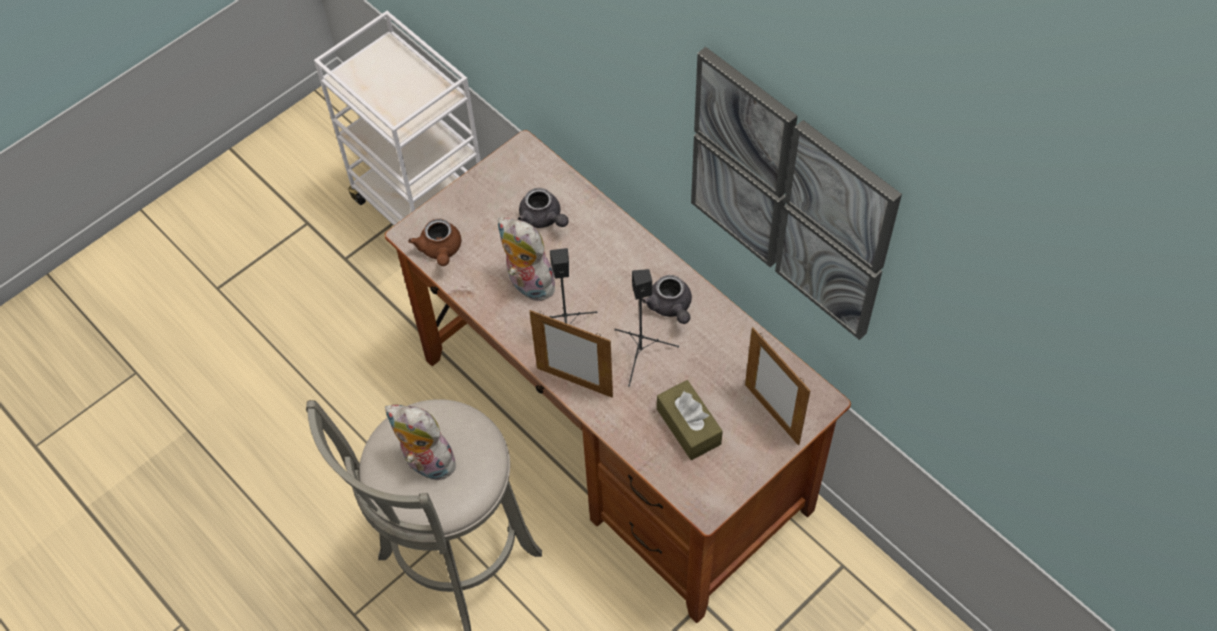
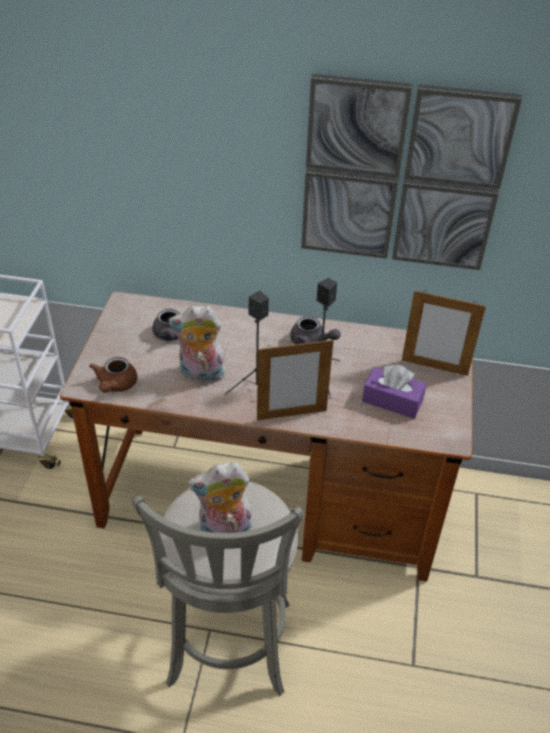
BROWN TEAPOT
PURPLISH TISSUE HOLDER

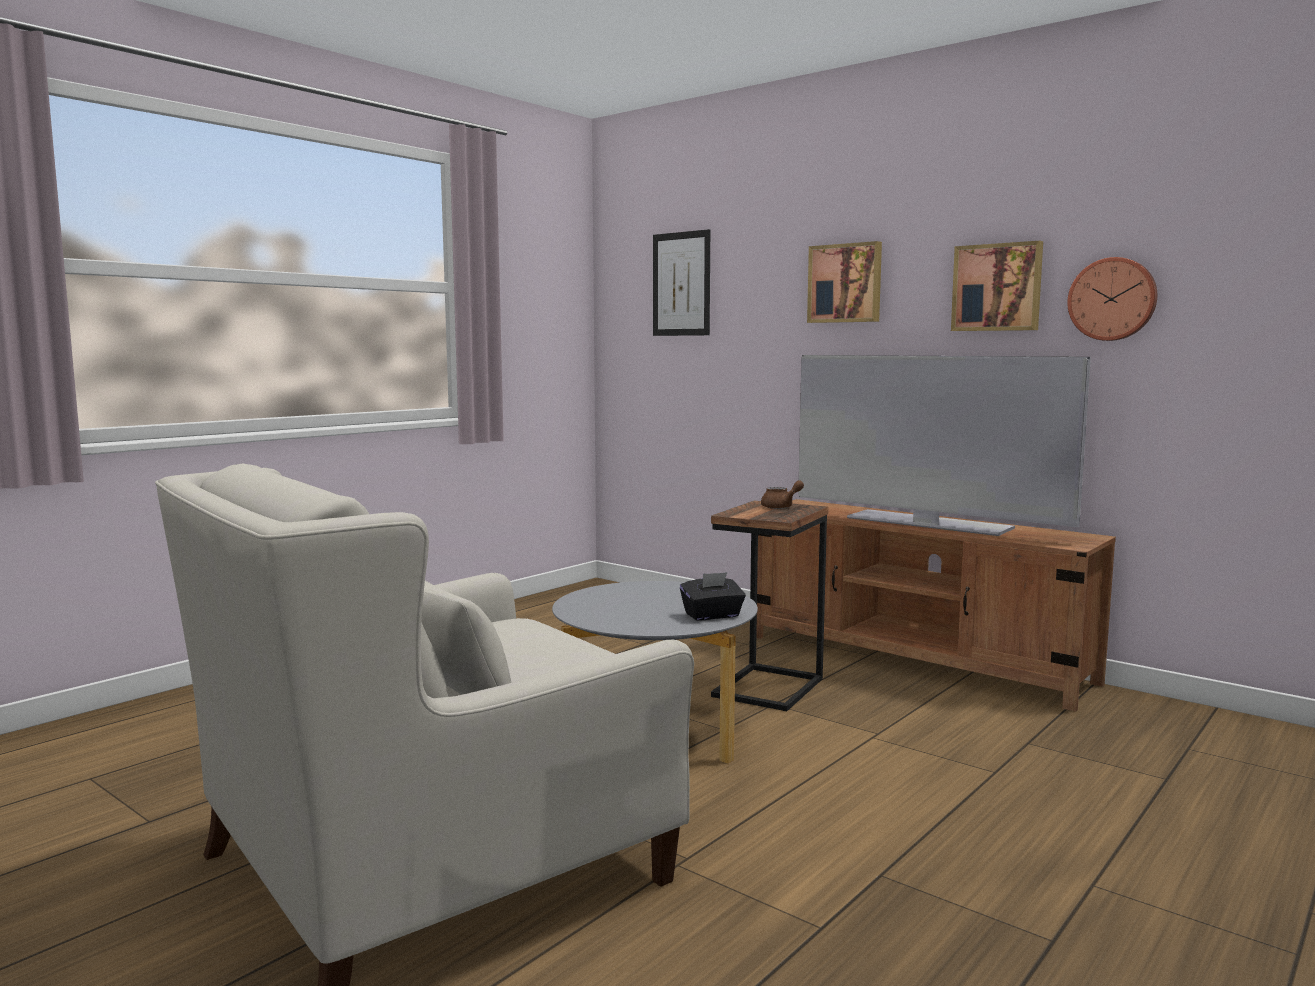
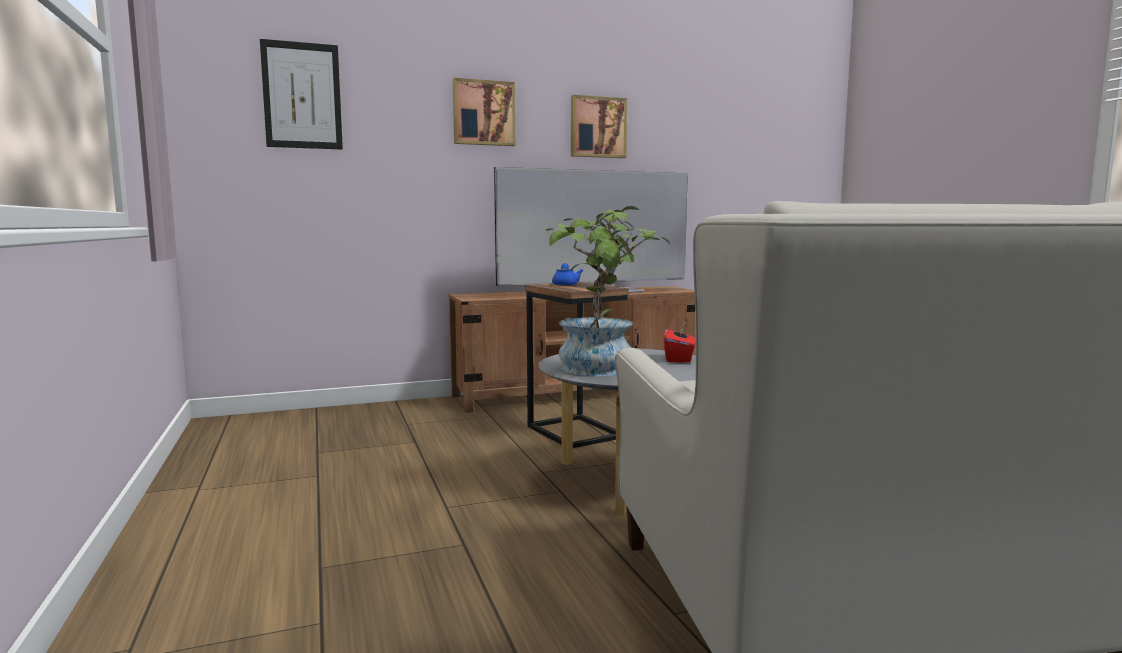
CLOCK ON THE WALL
BLUE TEAPOT
REDDISH TISSUE HOLDER
POTTED PLANT

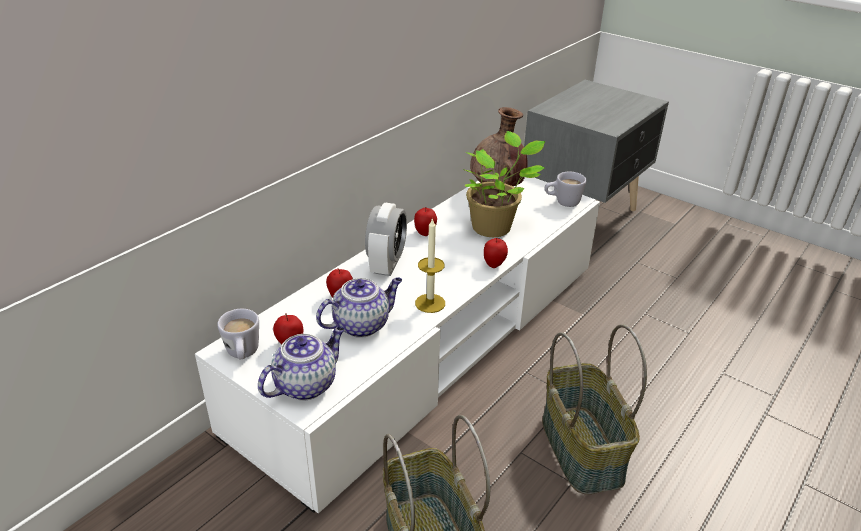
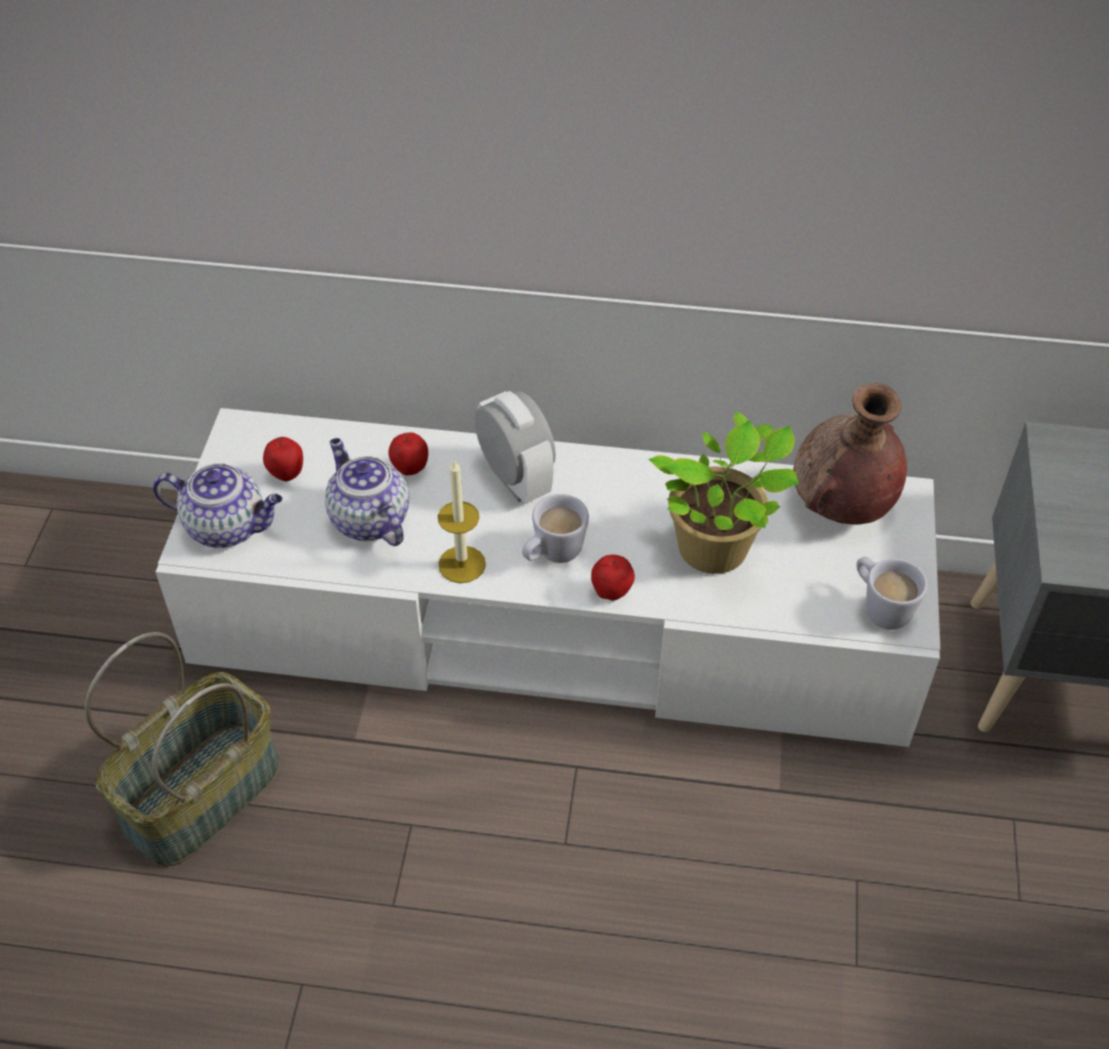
TABLE CLOCK
APPLE FRUIT (no. 3 from left in the first image)
TEAPOT (no. 2 from left)
WHITE-COLOURED TEA MUG (no. 1 from left)
STORAGE BASKET (no. 2 from left in the first image)

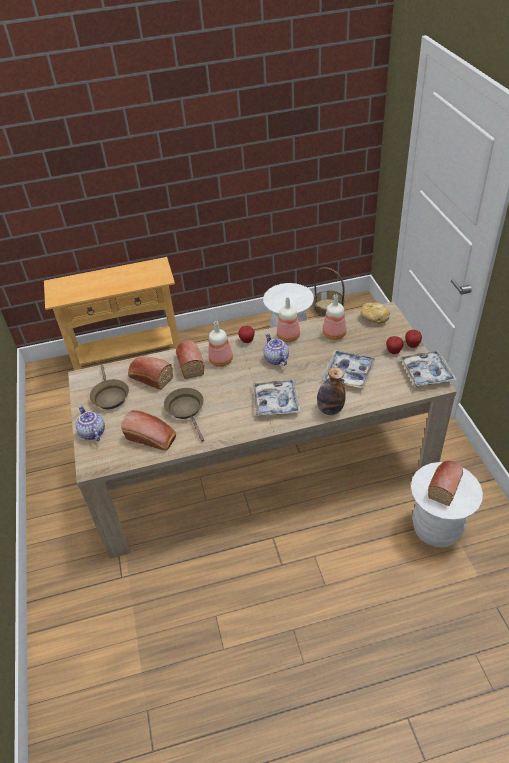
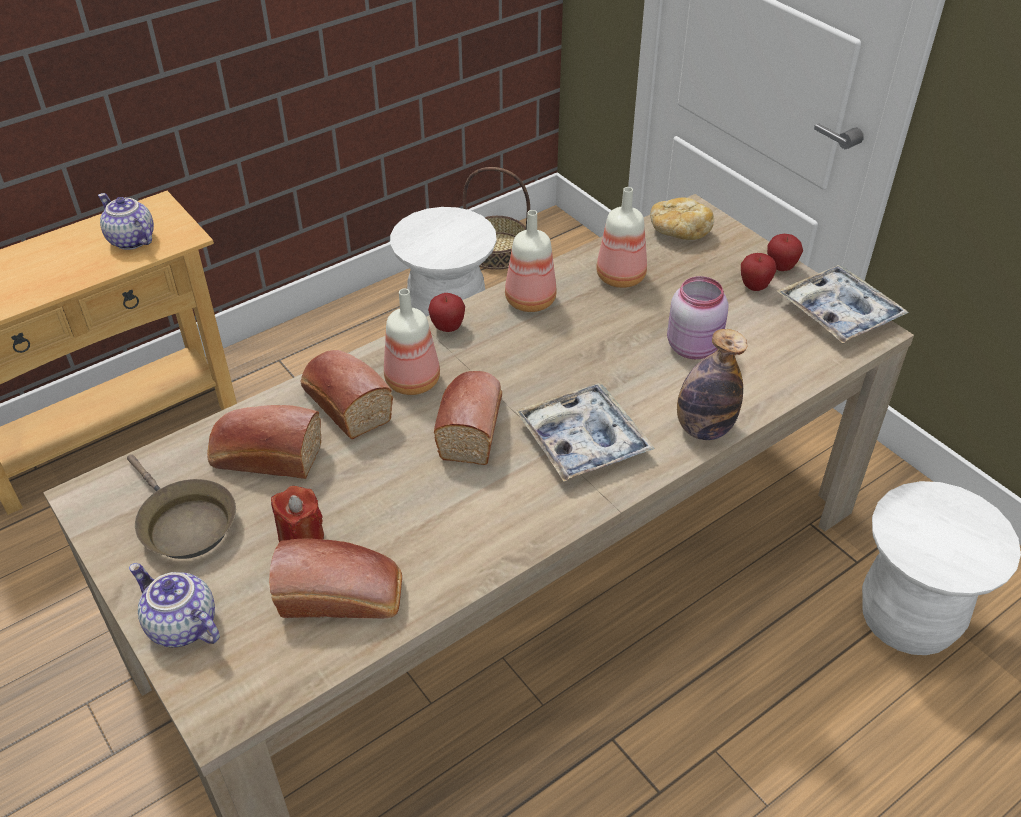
TEAPOT (no. 1 from left)
PINKISH STORAGE JAR
BROWN SKILLET (no. 2 from left in the first image)
BAKERY BREAD (no. 4 from left)
REDDISH WAX LIGHT

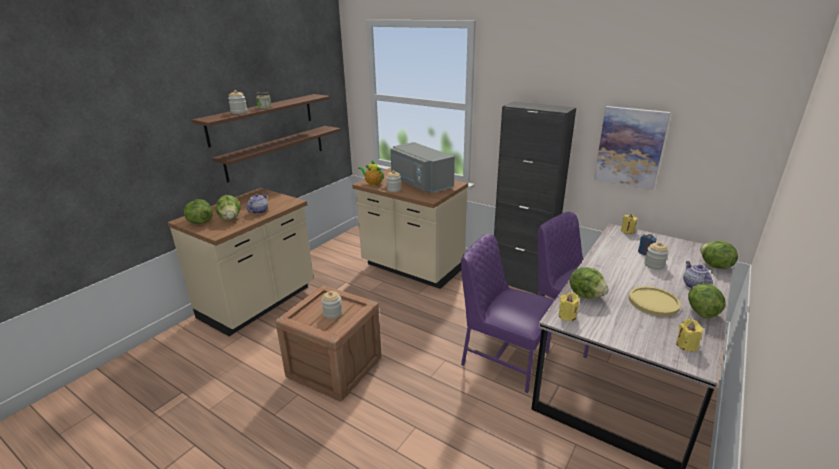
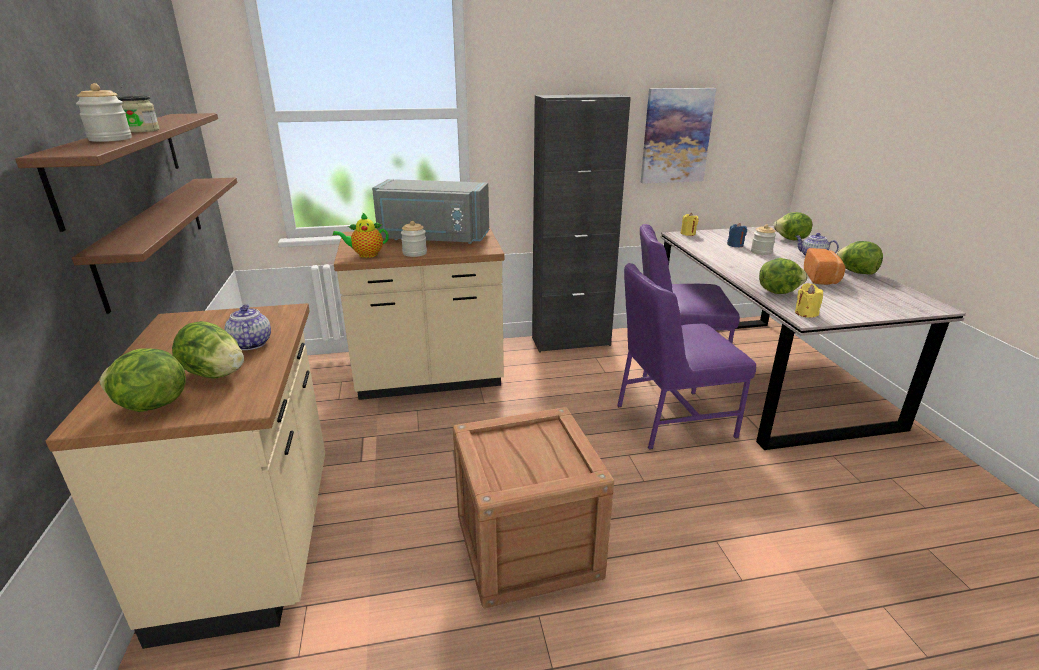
BAKERY BREAD
STORAGE JAR (no. 3 from left in the first image)
YELLOW WAX LIGHT (no. 3 from left in the first image)

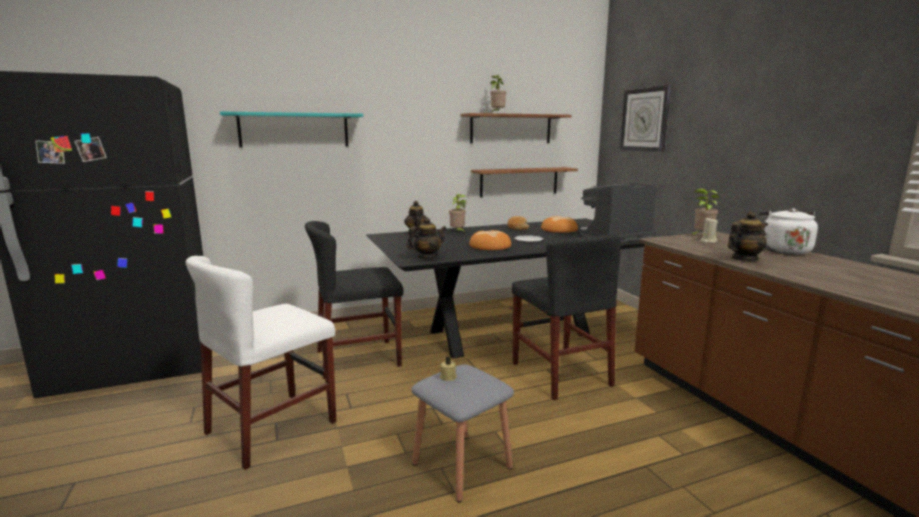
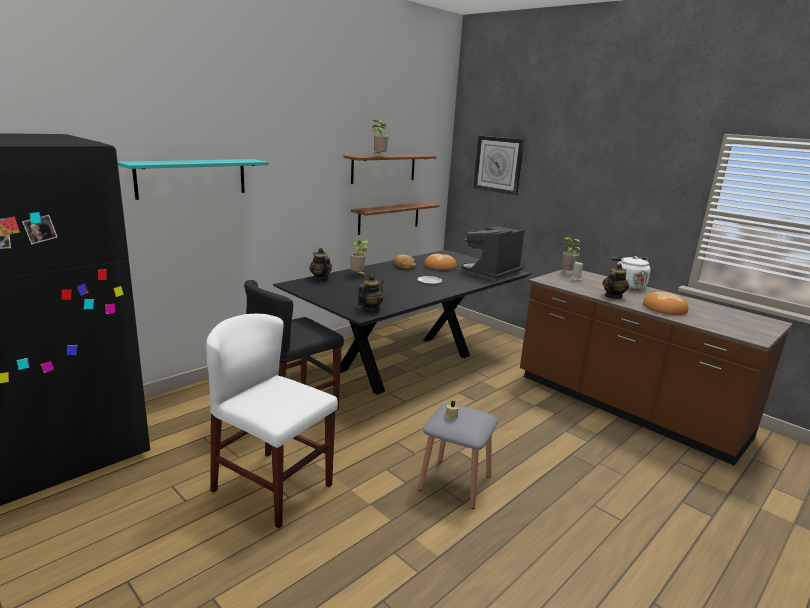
BAKERY BREAD (no. 3 from left)
BLACK PLAIN CHAIR (no. 2 from left in the first image)
WHITE-COLOURED PLAIN CHAIR

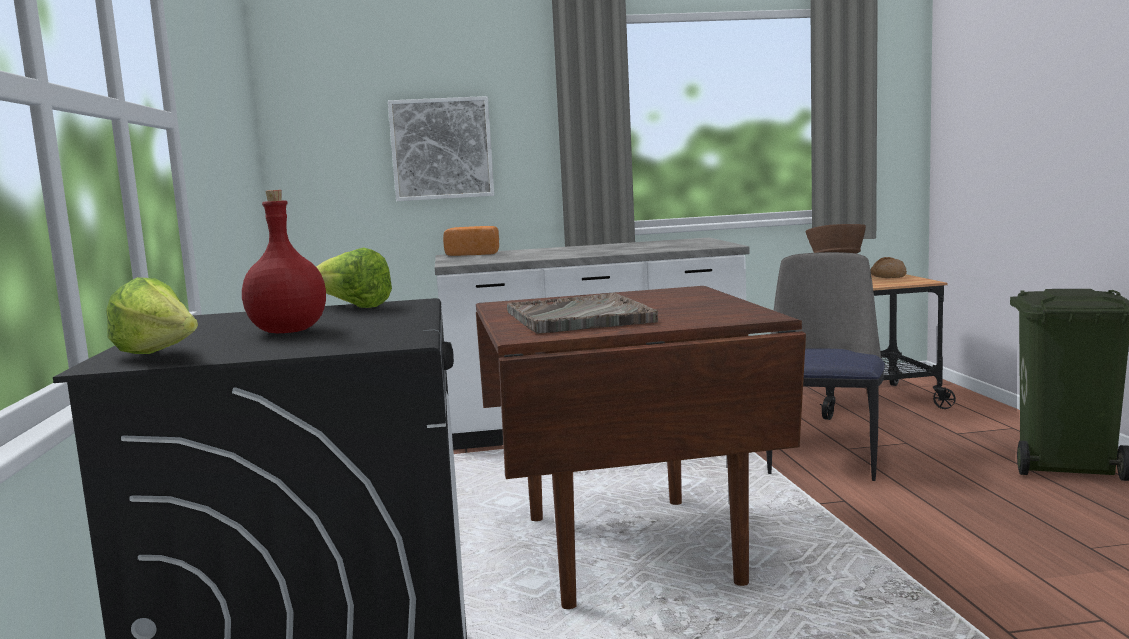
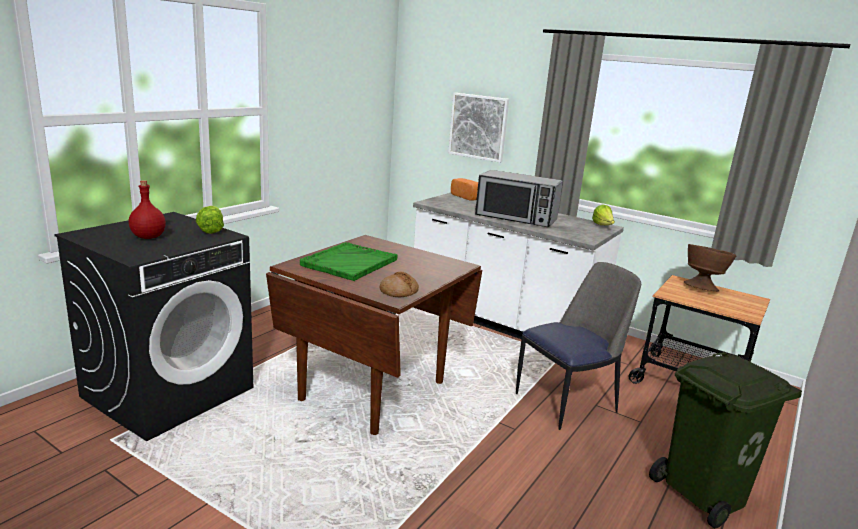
BAKERY BREAD (no. 1 from left)
LETTUCE (no. 2 from left)
GREEN-COLOURED SERVING TRAY
MICROWAVE OVEN

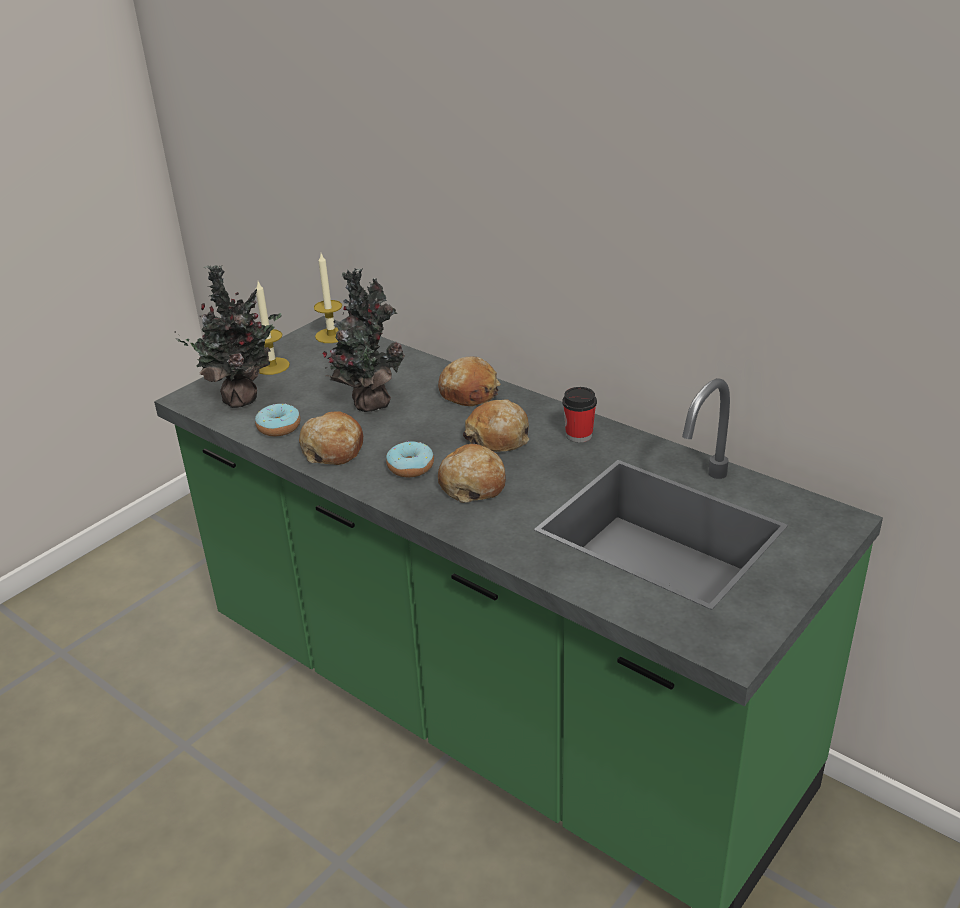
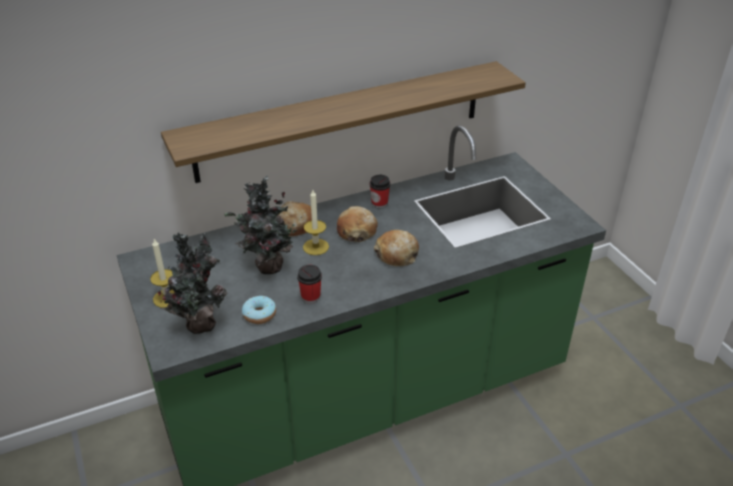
WAX LIGHT (no. 2 from left)
CUP (no. 1 from left)
DOUGHNUT (no. 2 from left in the first image)
SHELF

